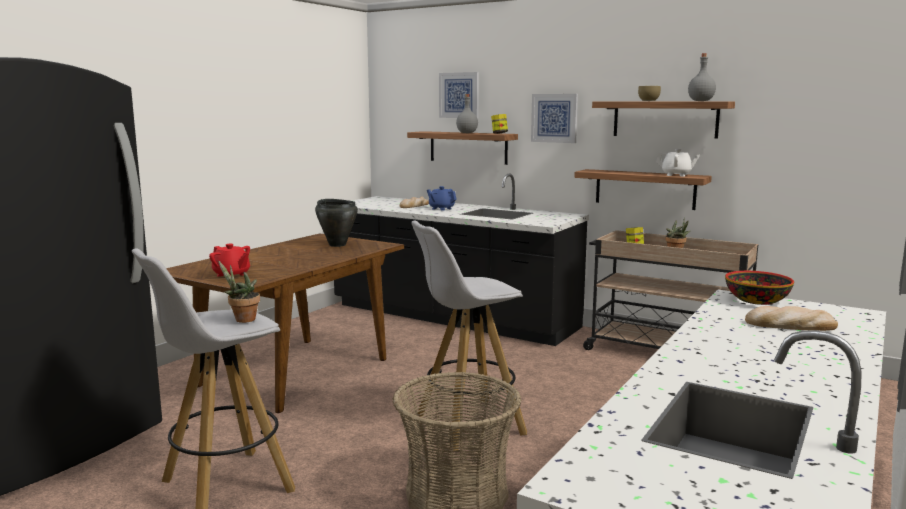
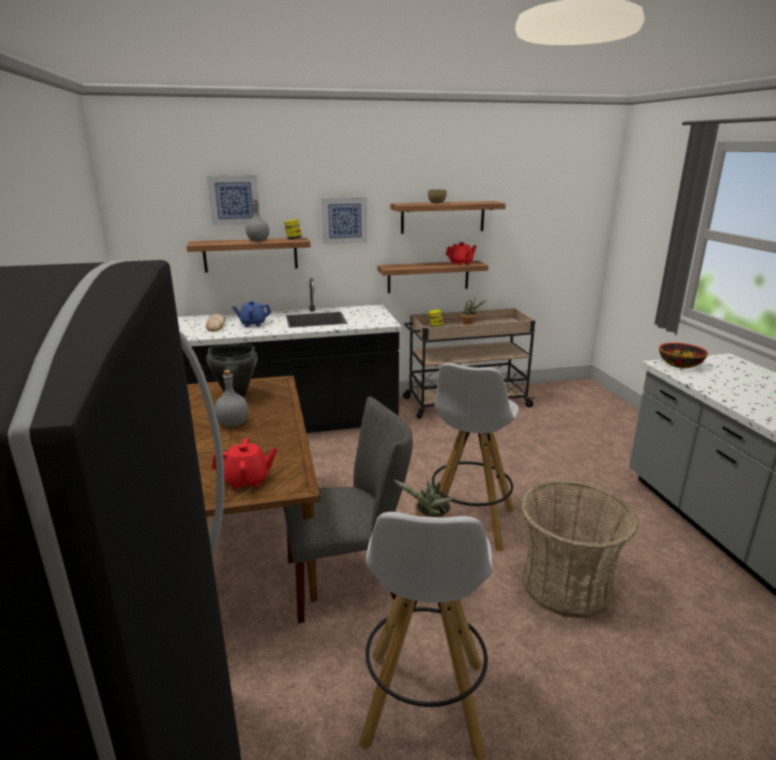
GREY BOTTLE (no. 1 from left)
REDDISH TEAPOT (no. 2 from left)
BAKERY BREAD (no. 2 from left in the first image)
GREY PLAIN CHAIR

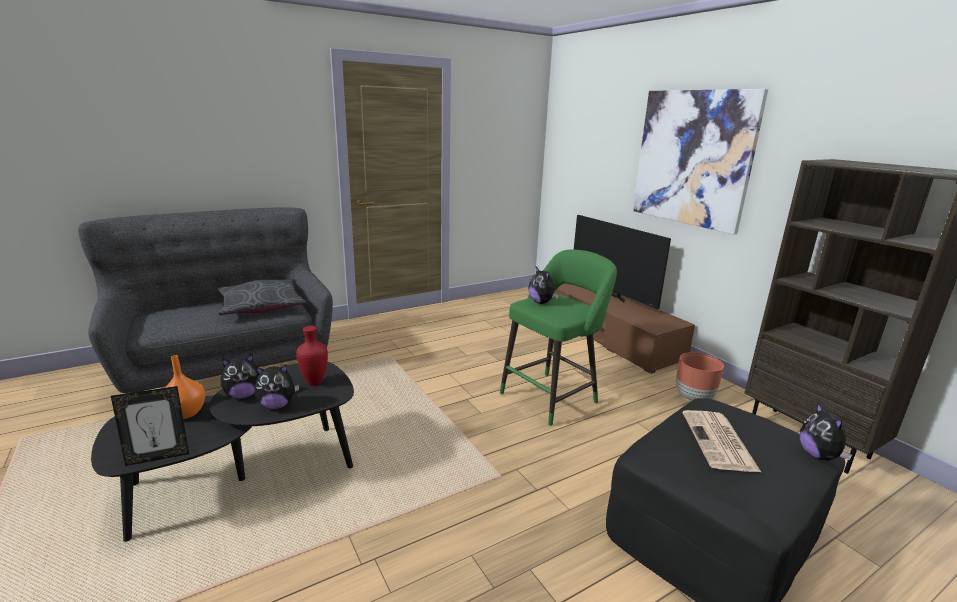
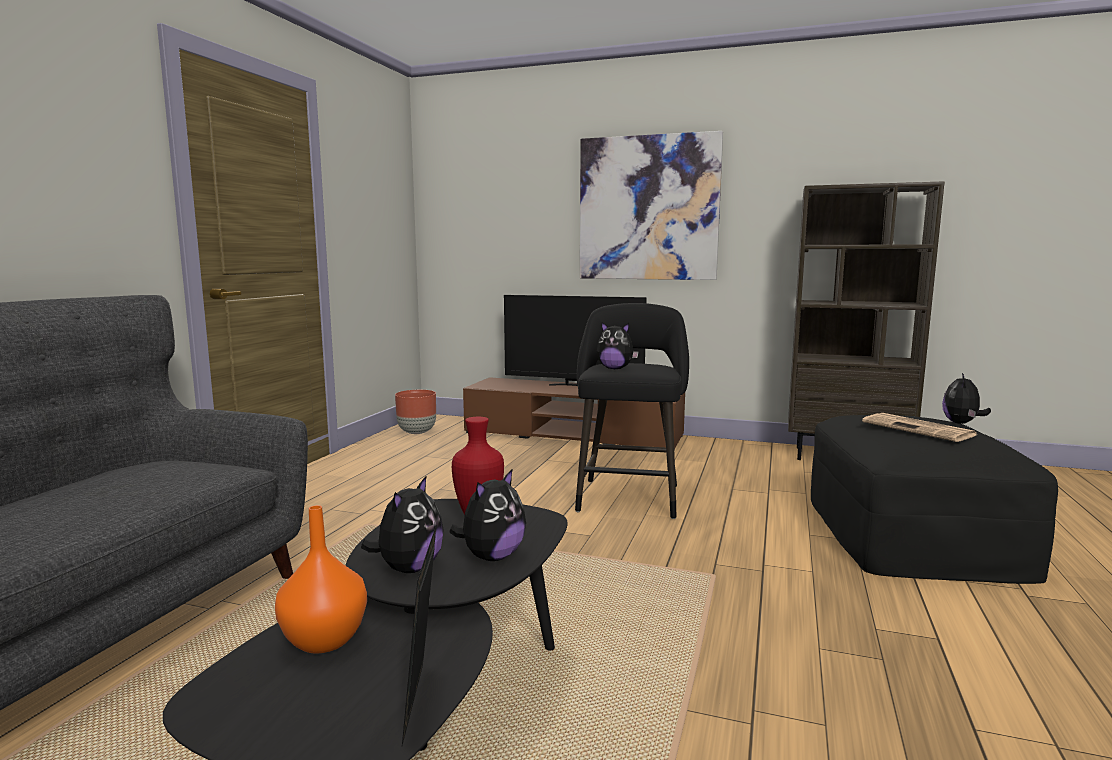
BLACK SITTING STOOL
GREY CUSHION
BROWN PLANT POT
PHOTO FRAME
CUDDLY TOY (no. 4 from left)

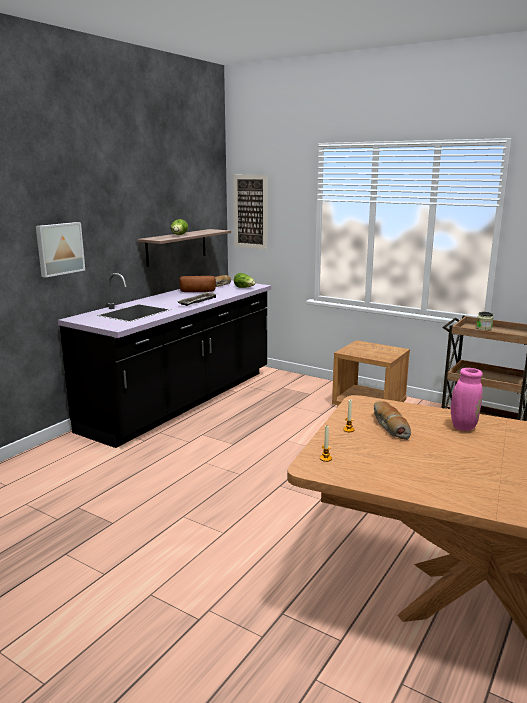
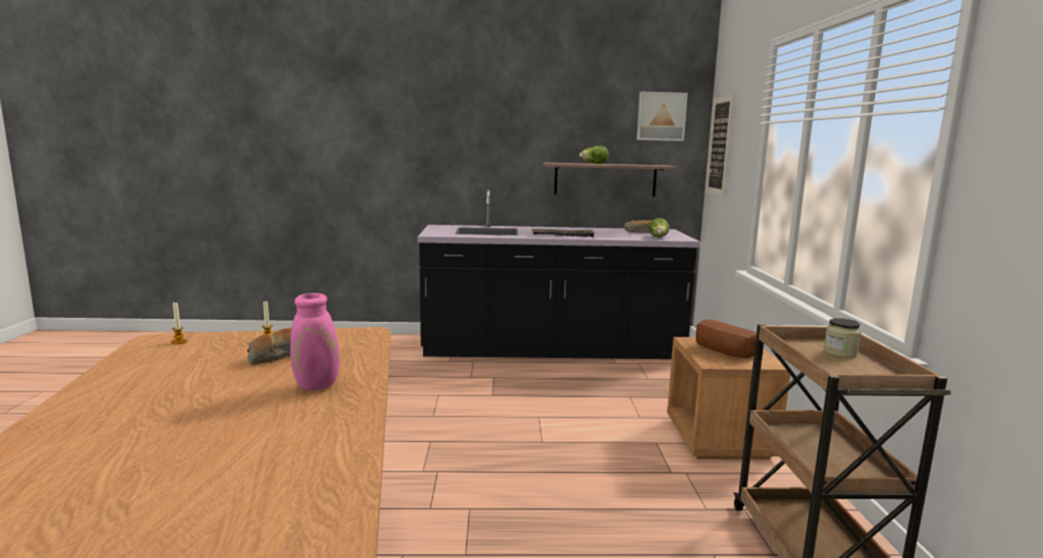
WALL PICTURE (no. 1 from left)
BAKERY BREAD (no. 3 from left)

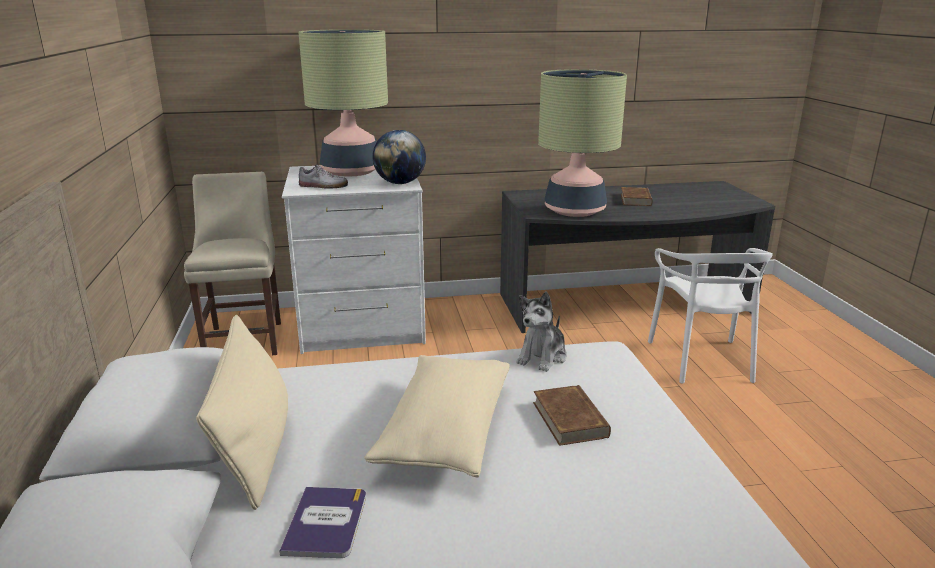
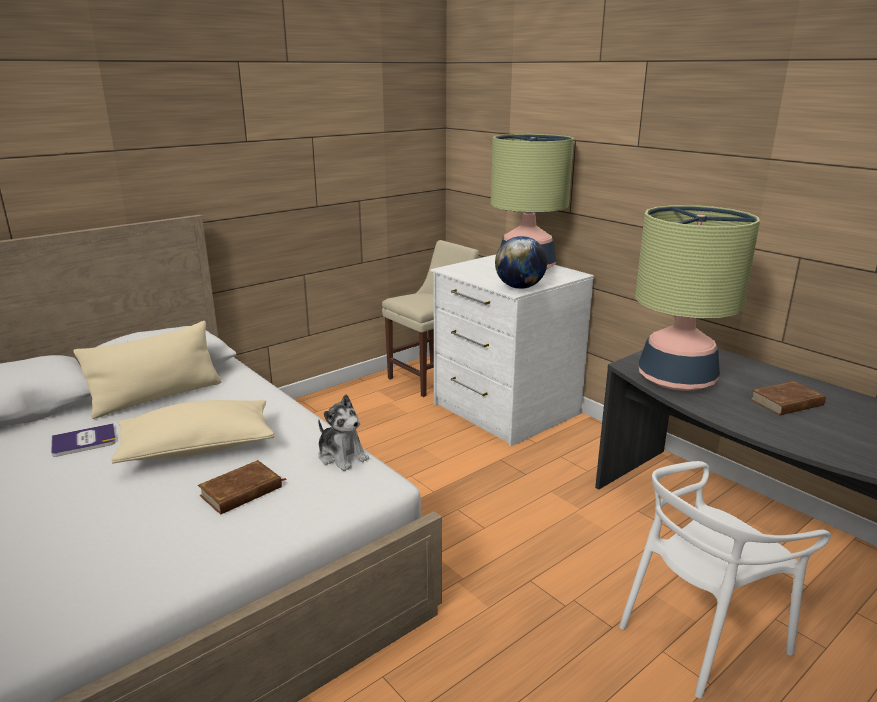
LOW SHOE
CUDDLY TOY

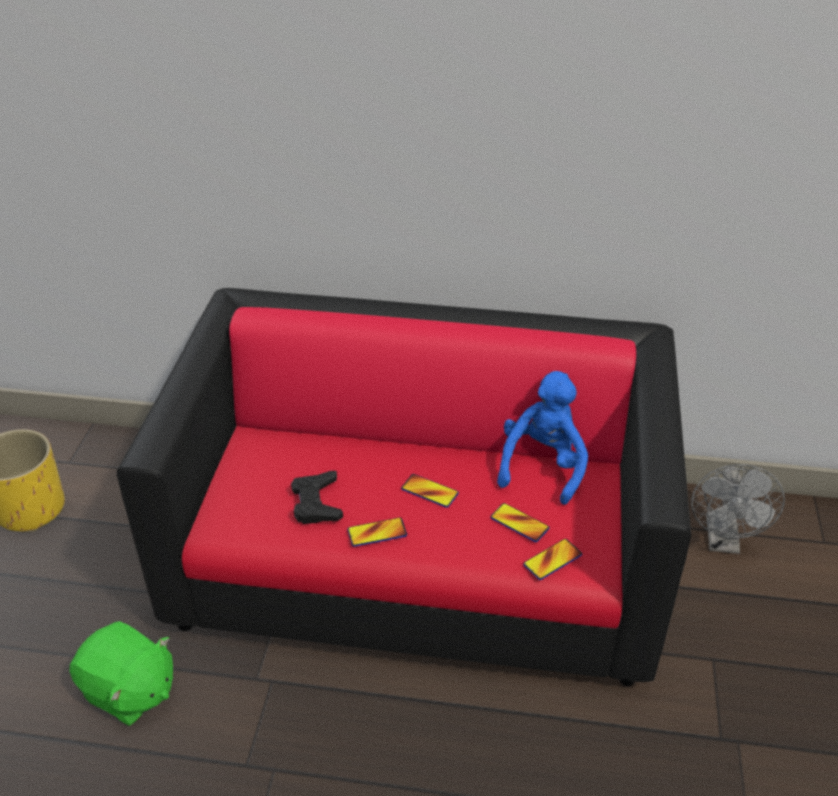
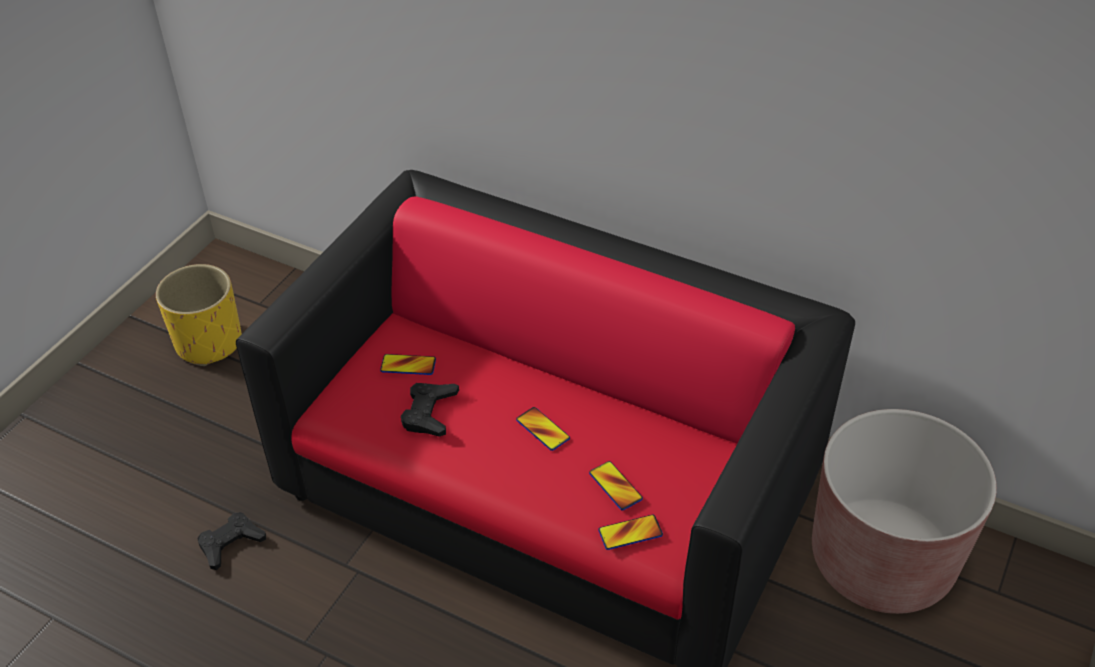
BLUE CUDDLY TOY
BROWN PLANT POT
PHONE (no. 1 from left)
BLACK GAME CONTROLLER (no. 1 from left)

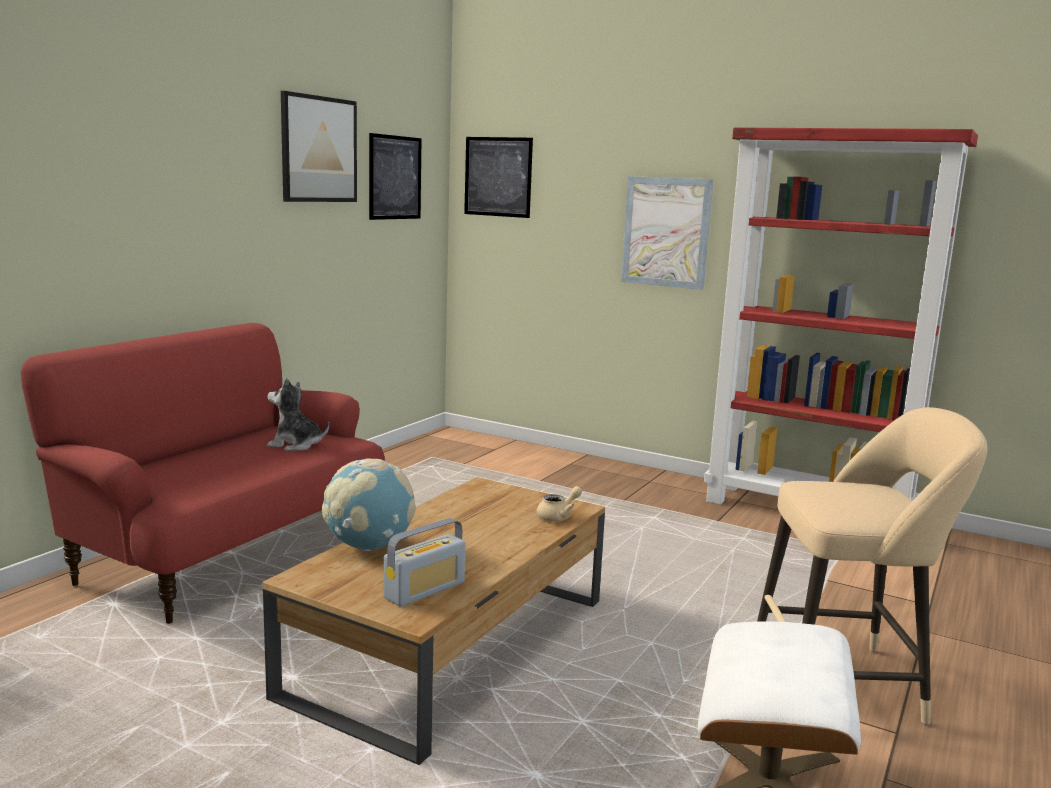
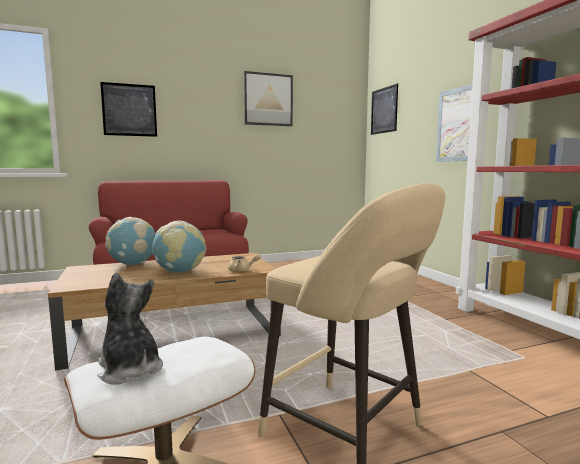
WALL PICTURE (no. 1 from left)
CUDDLY TOY
RADIO
GLOBE (no. 2 from left)

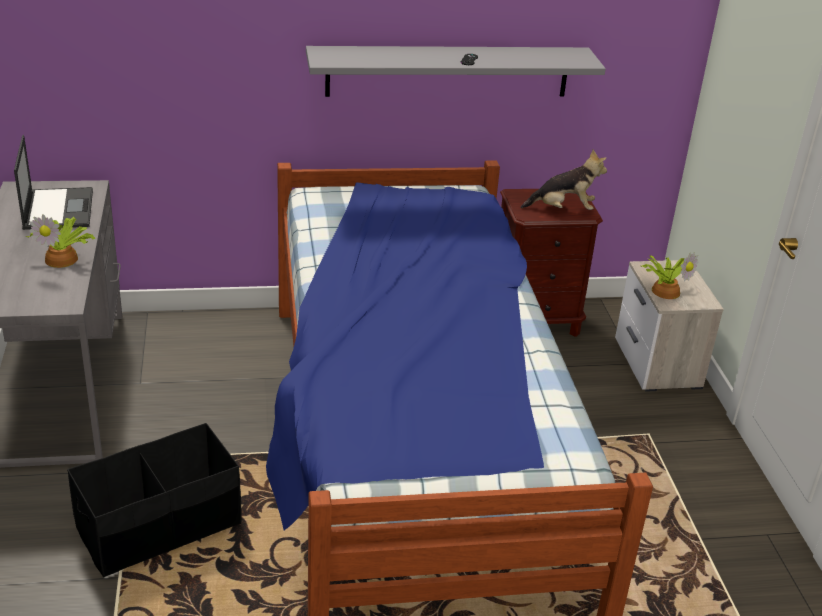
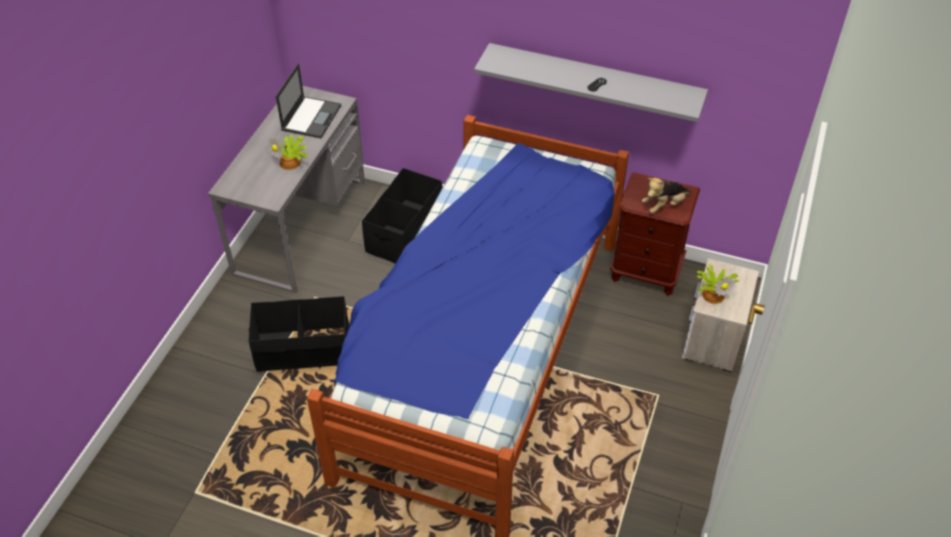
CUDDLY TOY
BLACK STORAGE CONTAINER (no. 2 from left)

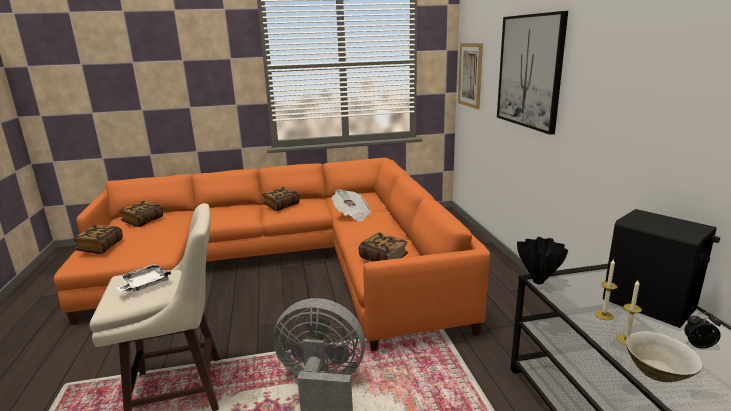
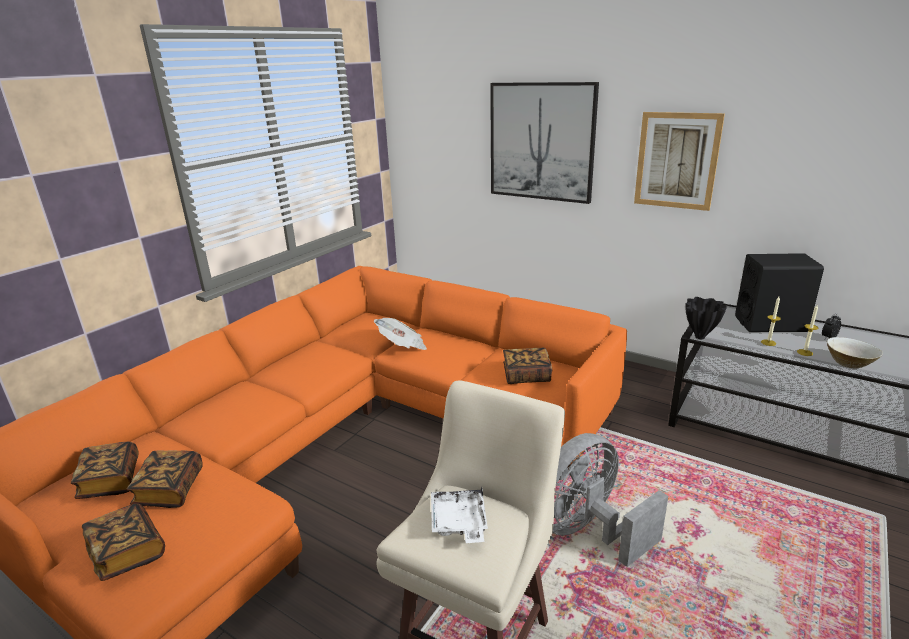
WALL PICTURE (no. 2 from left)
BOUND BOOK (no. 3 from left)

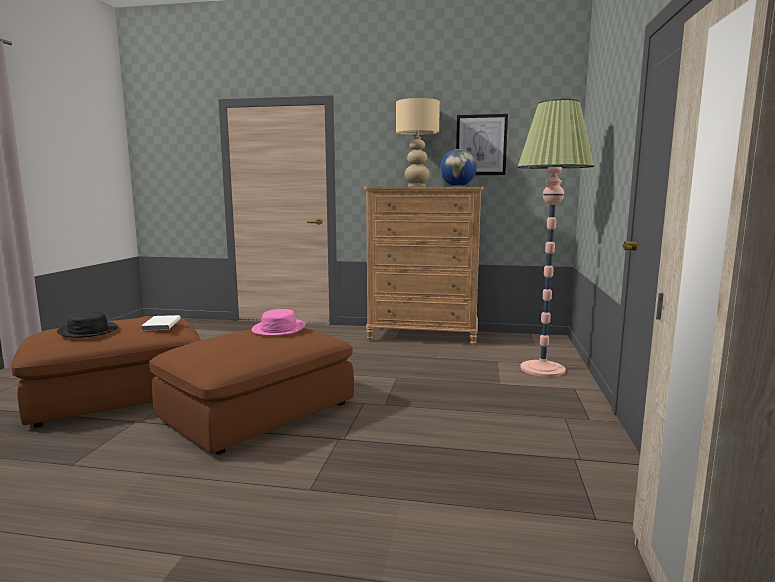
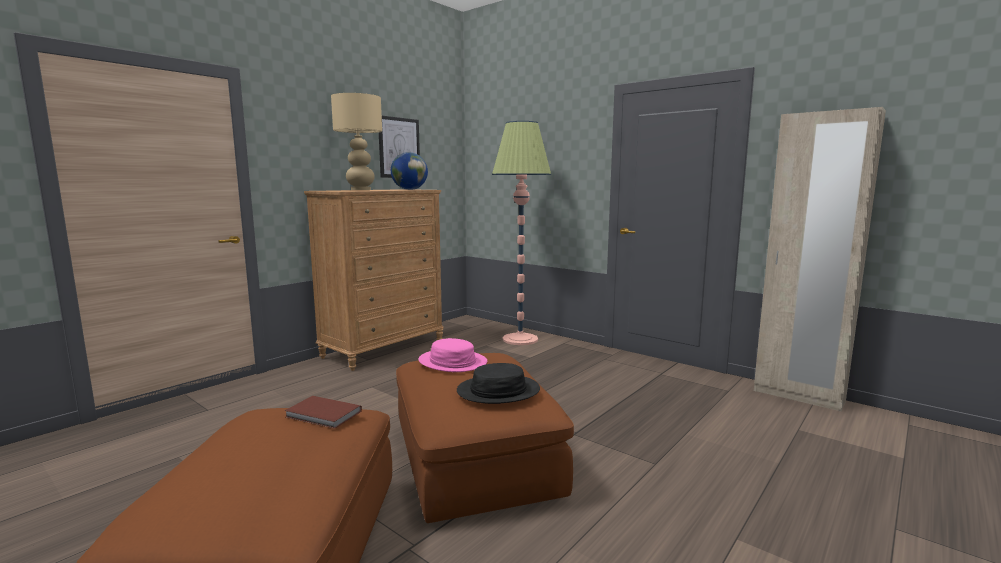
BLACK HAT
BROWN BOUND BOOK

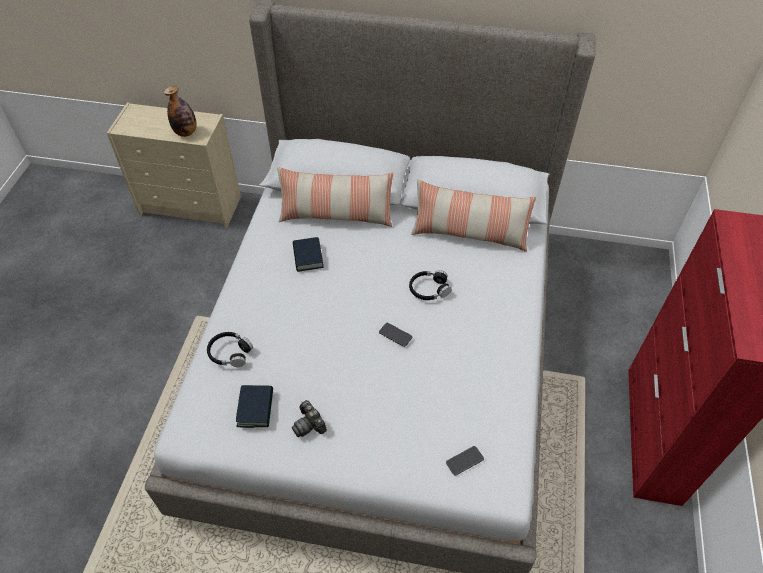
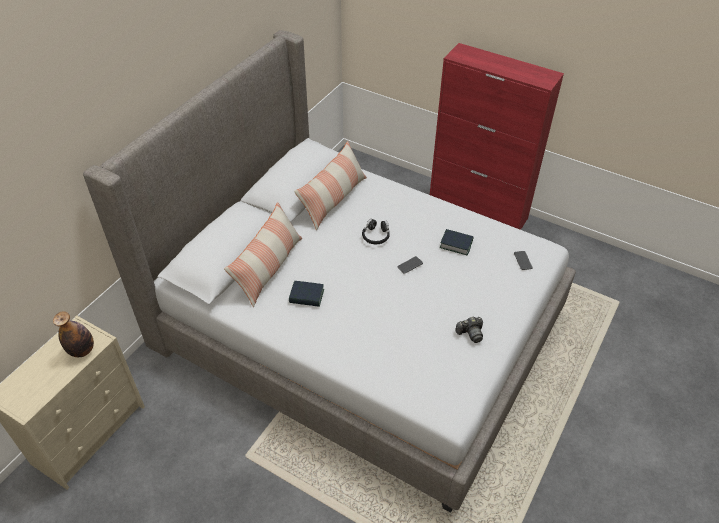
BLACK HEADPHONES (no. 1 from left in the first image)
BOUND BOOK (no. 2 from left)

